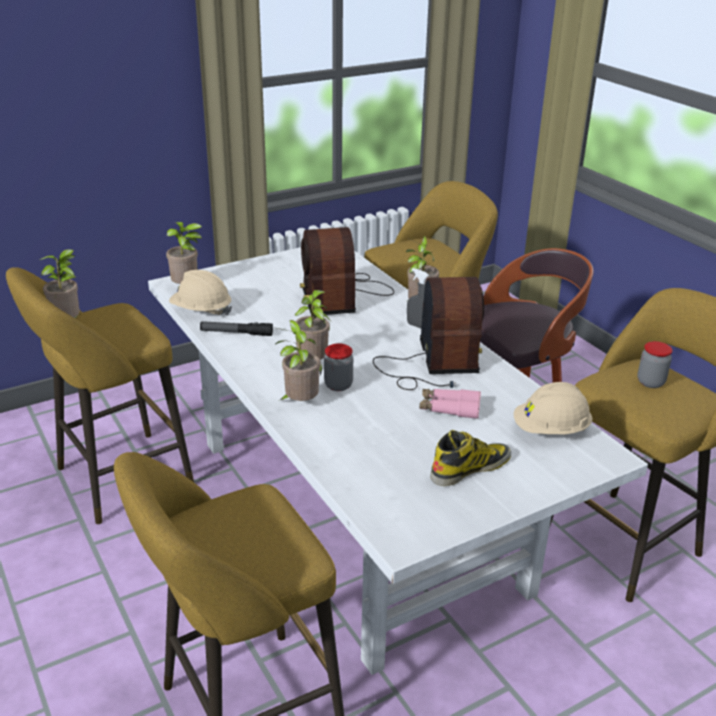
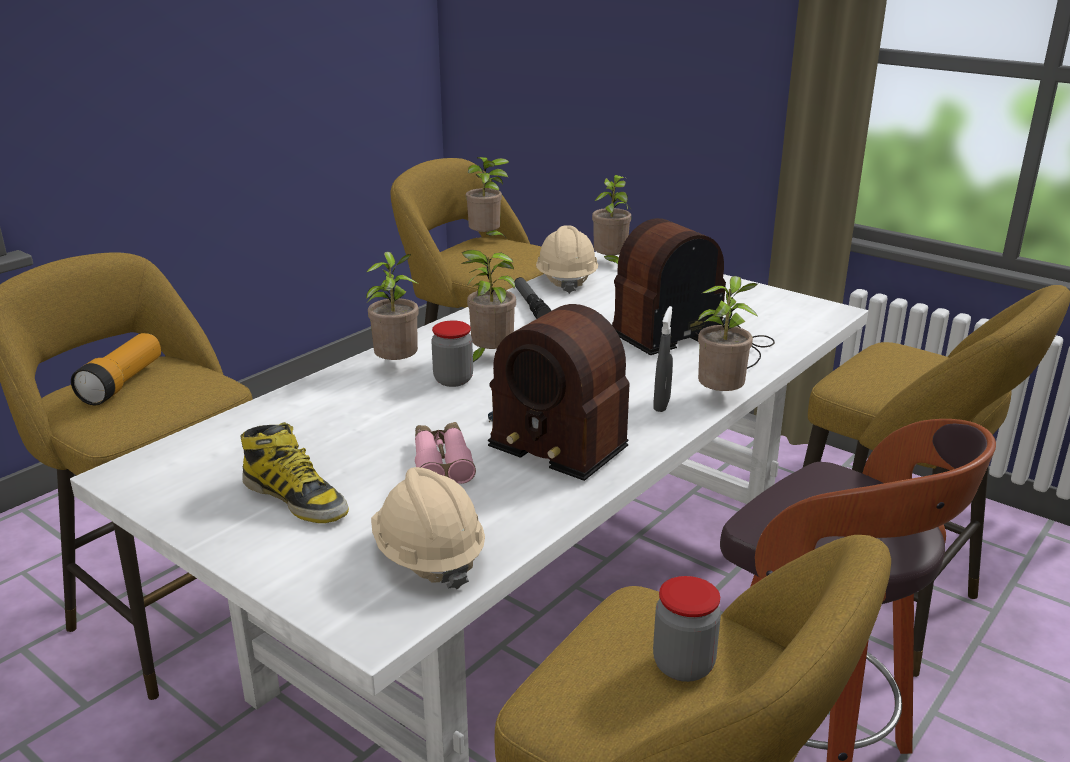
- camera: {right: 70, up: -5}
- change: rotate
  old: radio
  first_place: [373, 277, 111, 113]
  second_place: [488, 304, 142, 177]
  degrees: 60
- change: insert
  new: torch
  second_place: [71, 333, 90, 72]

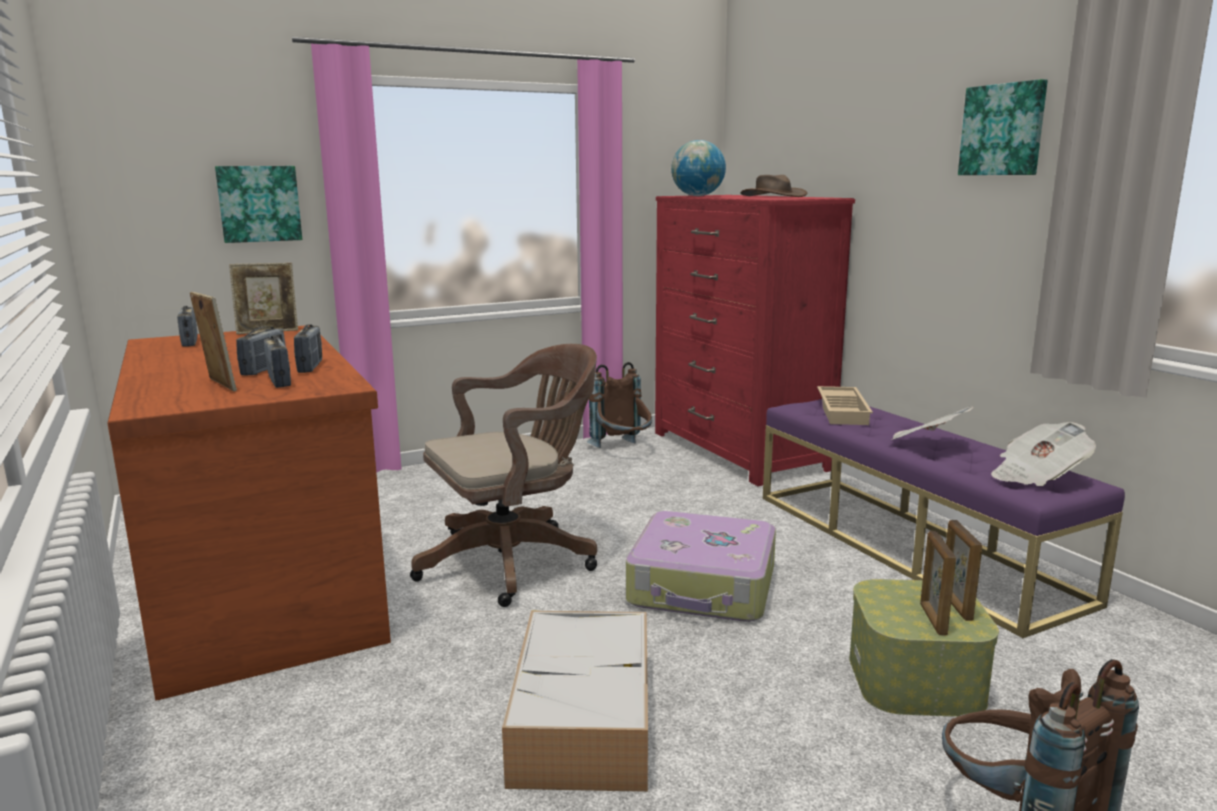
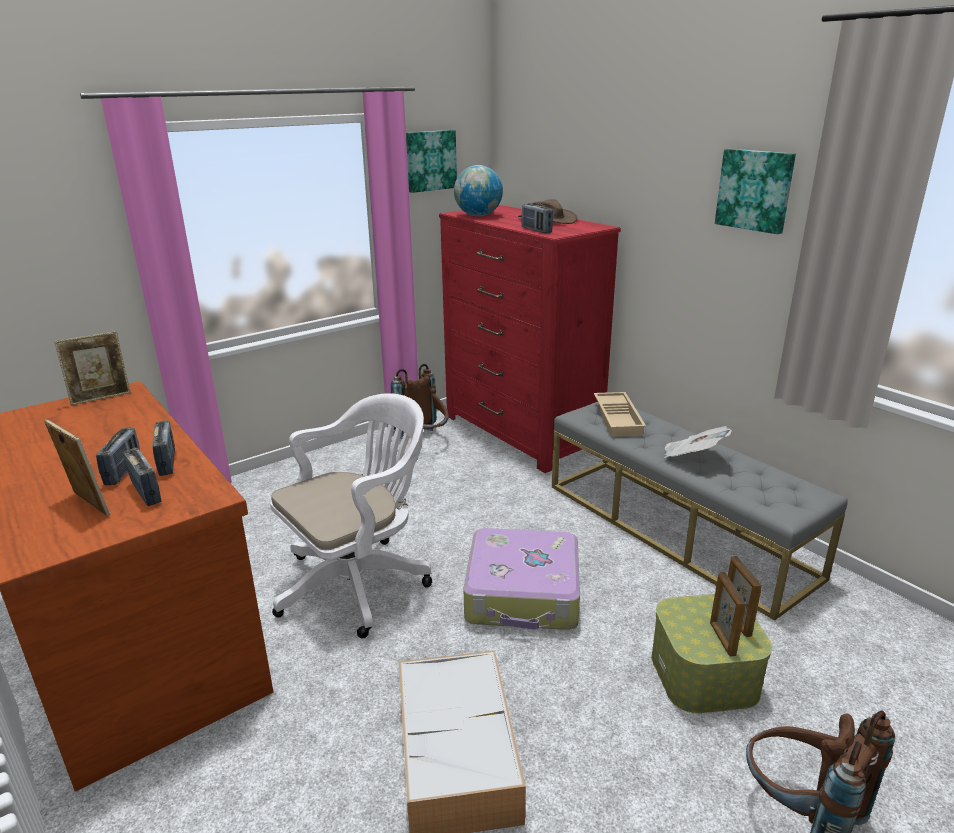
- camera: {right: -10, up: 10}
- change: move
  old: radio
  first_place: [177, 306, 21, 40]
  second_place: [522, 203, 31, 30]
- change: move
  old: picture
  first_place: [215, 166, 87, 77]
  second_place: [406, 130, 51, 63]
- change: recolor
  old: brown office chair
  new: white office chair
  first_place: [410, 344, 187, 263]
  second_place: [270, 393, 162, 246]
- change: recolor
  old: purple-coloured long seat
  new: greyish long seat
  first_place: [763, 399, 362, 239]
  second_place: [552, 402, 296, 219]
- change: delete
  old: daily paper
  first_place: [991, 422, 105, 64]

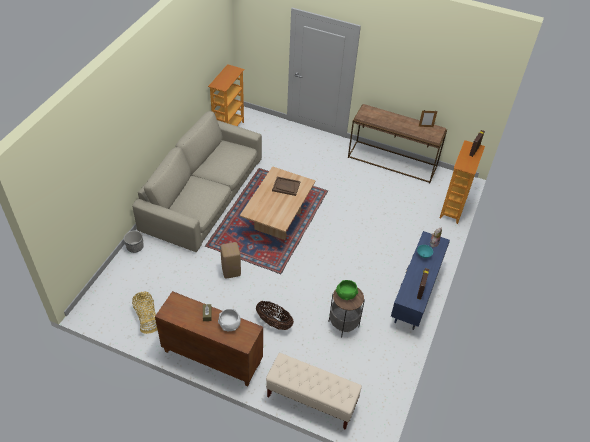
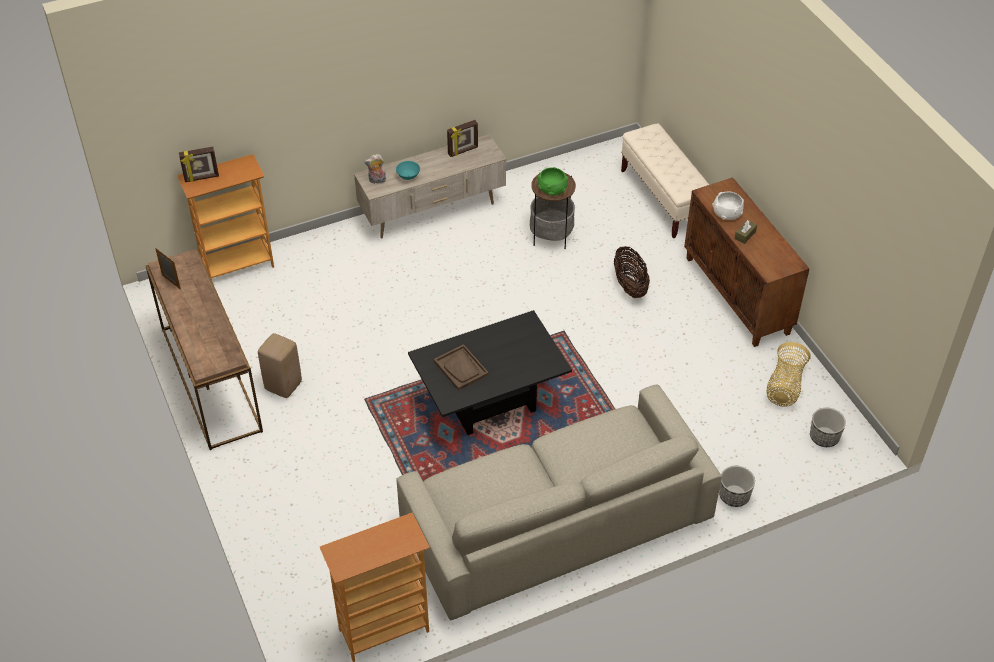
- camera: {right: -135, up: 0}
- change: move
  old: beige-coloured stool
  first_place: [220, 242, 21, 36]
  second_place: [258, 333, 44, 65]
- change: recolor
  old: beige-coloured coffee table
  new: black-coloured coffee table
  first_place: [240, 166, 76, 74]
  second_place: [408, 310, 164, 125]
- change: recolor
  old: blue-coloured media console
  new: beige-coloured media console
  first_place: [391, 231, 59, 99]
  second_place: [354, 134, 153, 105]
- change: insert
  new: plant pot
  second_place: [810, 408, 36, 39]

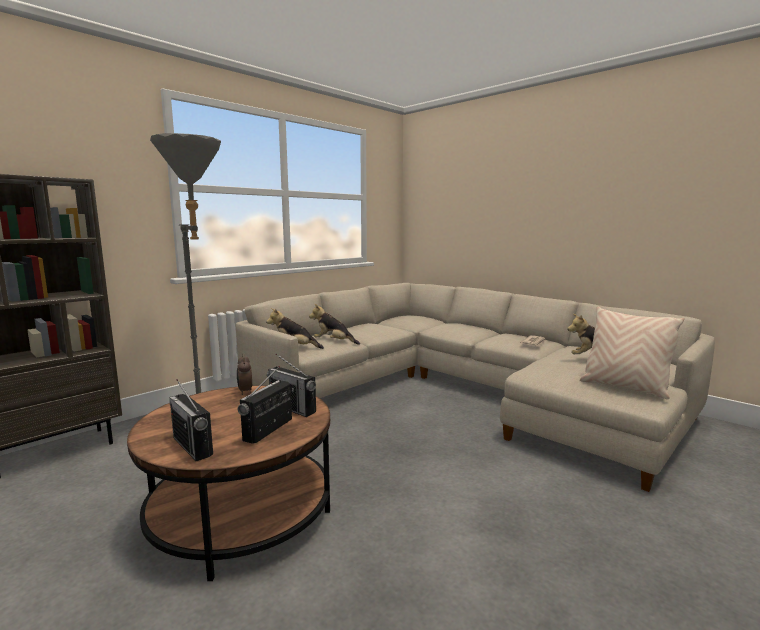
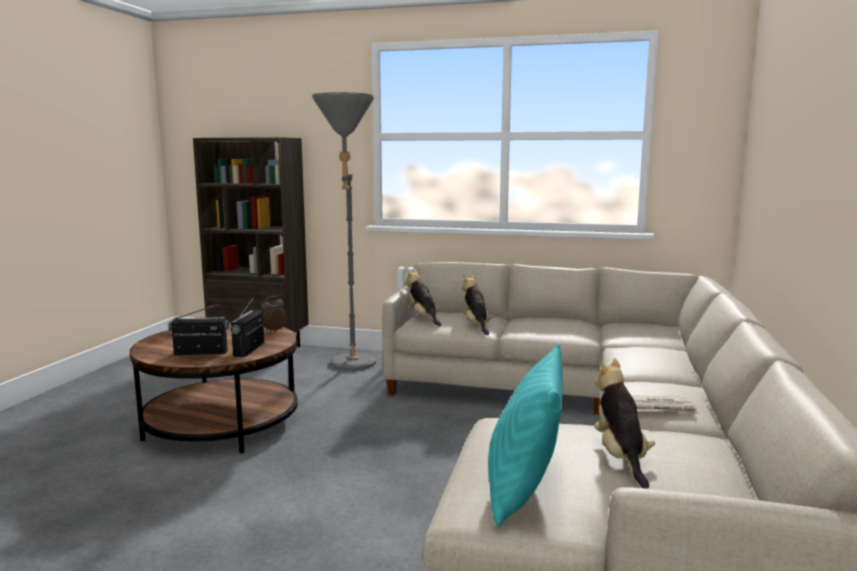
- camera: {right: 60, up: 0}
- change: delete
  old: radio
  first_place: [169, 379, 44, 82]
- change: recolor
  old: beige-coloured cushion
  new: blue-green cushion
  first_place: [580, 307, 105, 92]
  second_place: [488, 344, 75, 182]

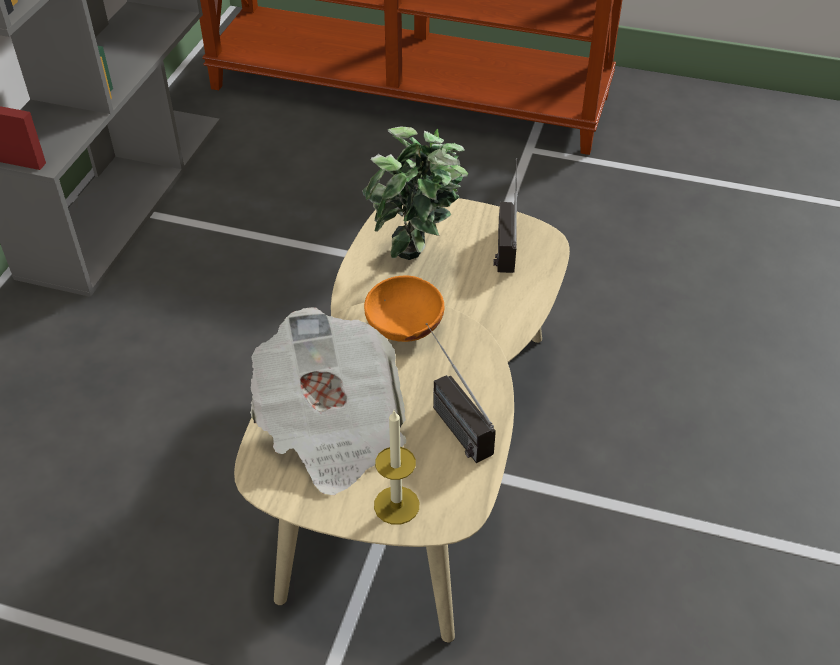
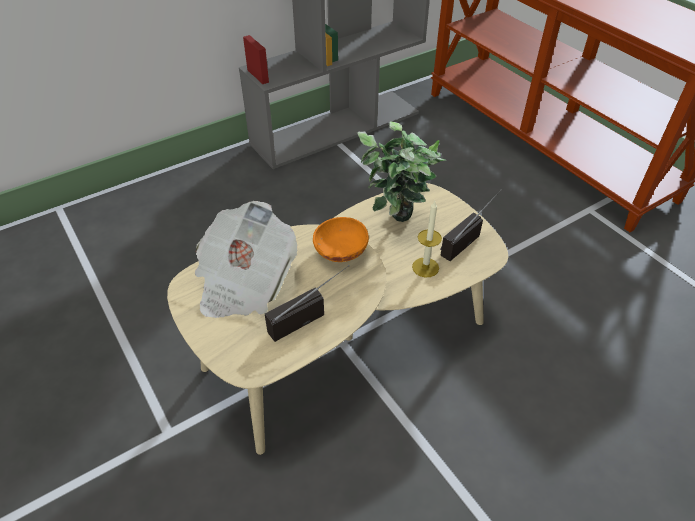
- camera: {right: 40, up: 0}
- change: move
  old: wax candle
  first_place: [374, 410, 45, 115]
  second_place: [412, 201, 30, 76]
- change: rotate
  old: radio
  first_place: [426, 323, 70, 140]
  second_place: [265, 265, 84, 77]
  degrees: 45

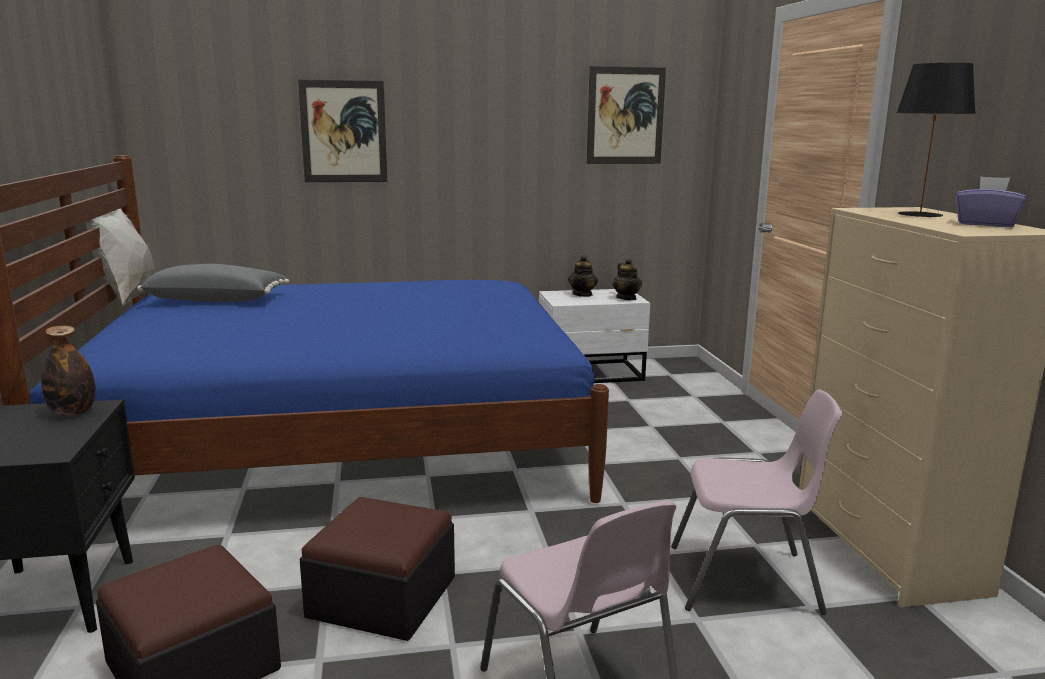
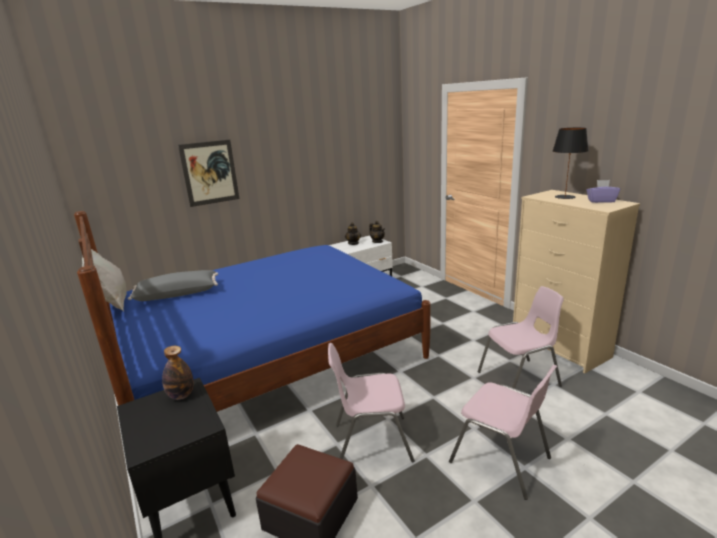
- camera: {right: -20, up: 5}
- change: replace
  old: pouffe
  new: pink plain chair
  first_place: [300, 497, 155, 144]
  second_place: [328, 343, 87, 120]
- change: delete
  old: picture
  first_place: [587, 66, 79, 98]

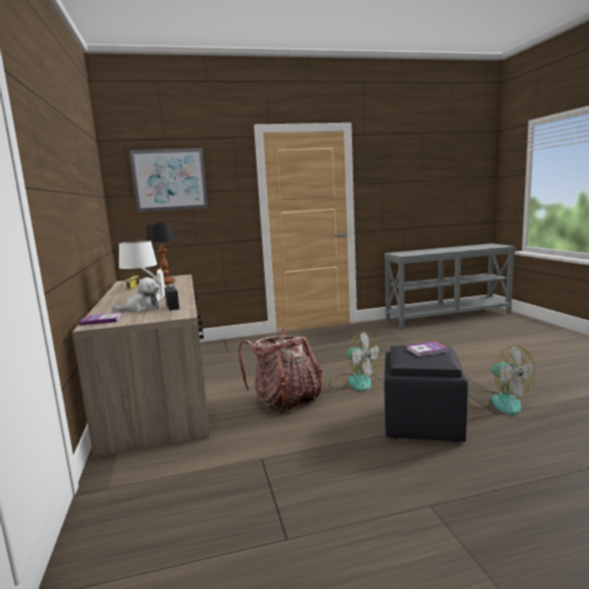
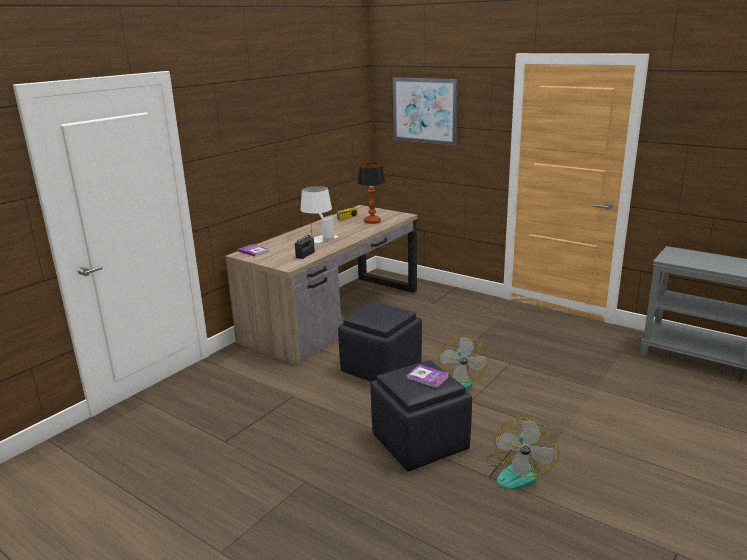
- camera: {right: 50, up: 10}
- change: delete
  old: plush toy
  first_place: [111, 277, 49, 35]
- change: replace
  old: backpack
  new: black-coloured pouffe
  first_place: [238, 327, 84, 87]
  second_place: [338, 302, 84, 80]

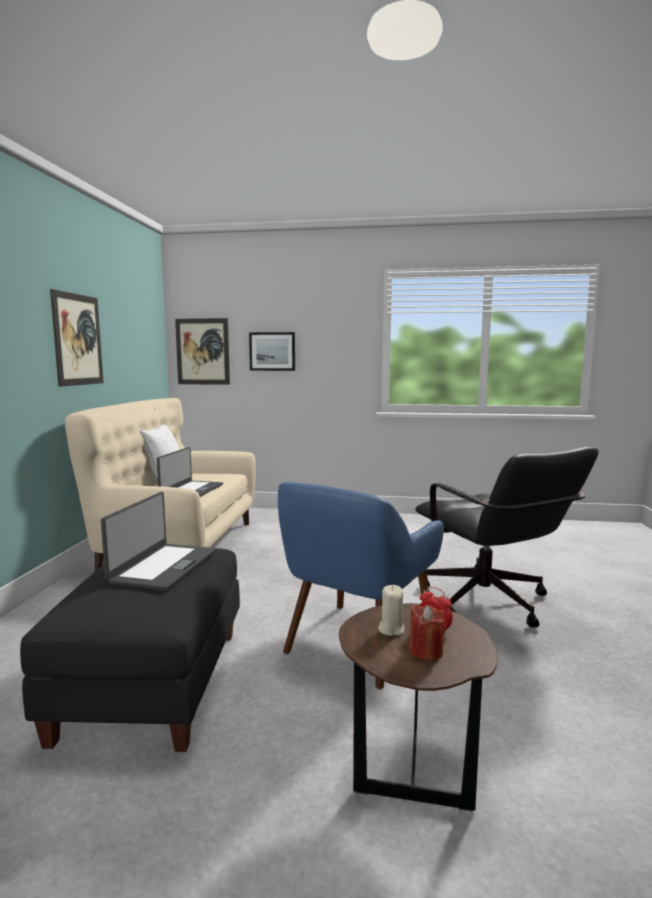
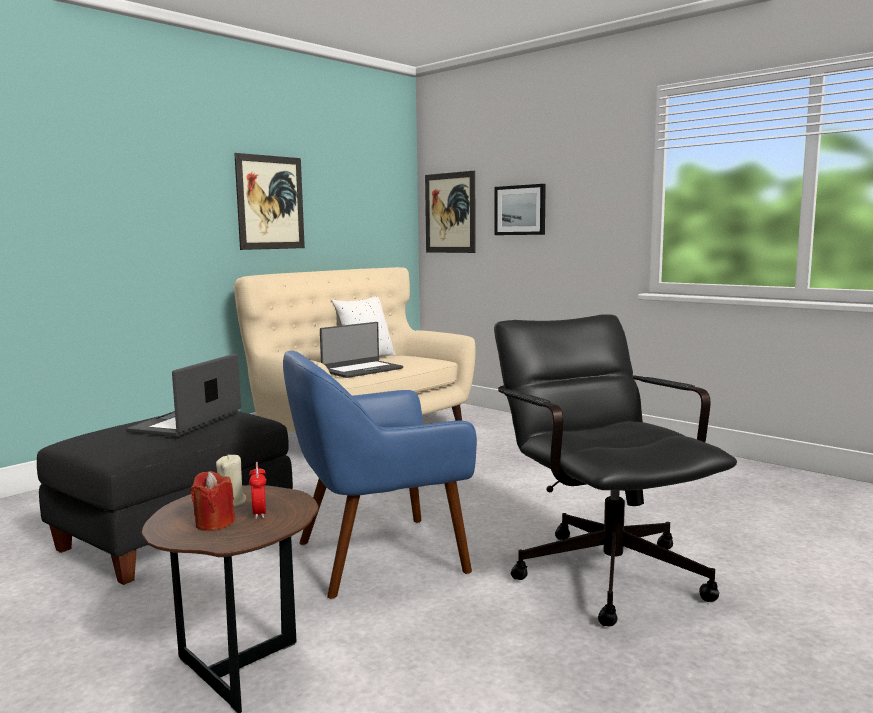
- camera: {right: 35, up: 0}
- change: rotate
  old: notebook computer
  first_place: [101, 492, 114, 99]
  second_place: [126, 354, 115, 83]
  degrees: 150
- change: rotate
  old: black-coloured office chair
  first_place: [415, 447, 184, 181]
  second_place: [494, 314, 243, 313]
  degrees: 150

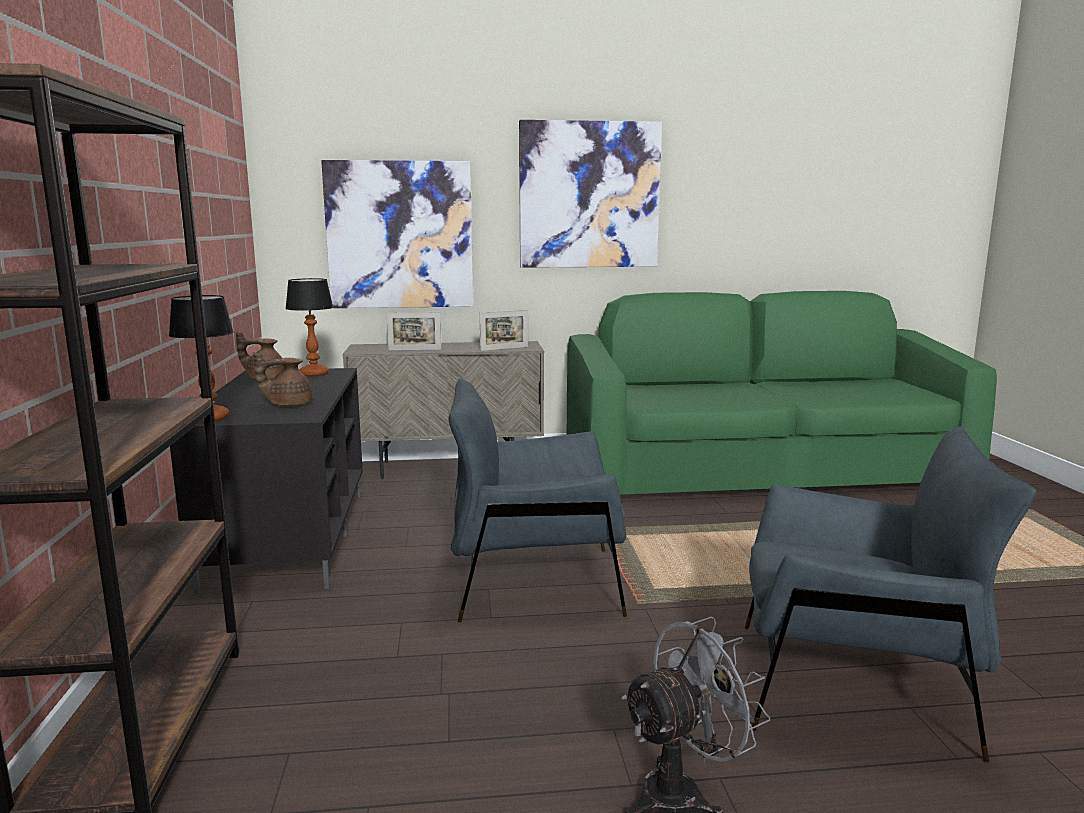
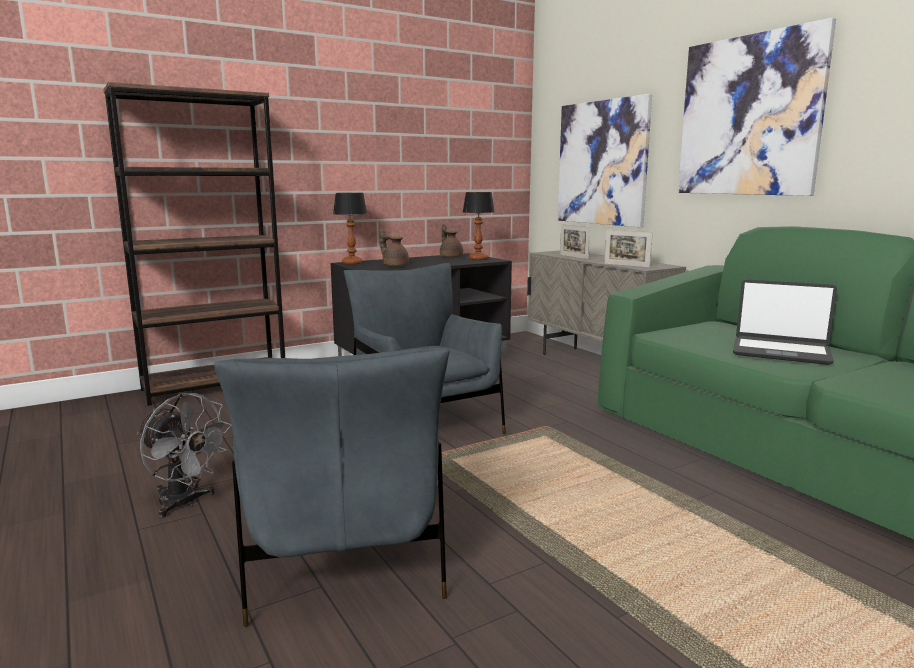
- camera: {right: 65, up: 0}
- change: insert
  new: notebook computer
  second_place: [733, 279, 104, 86]

